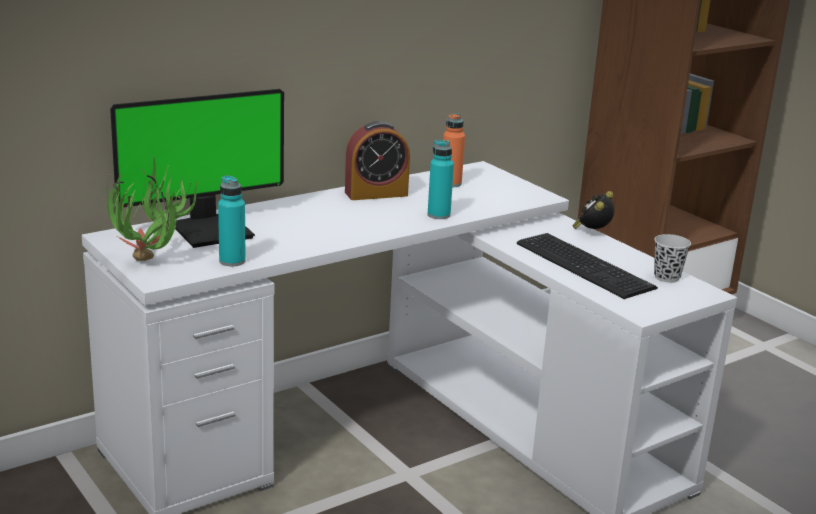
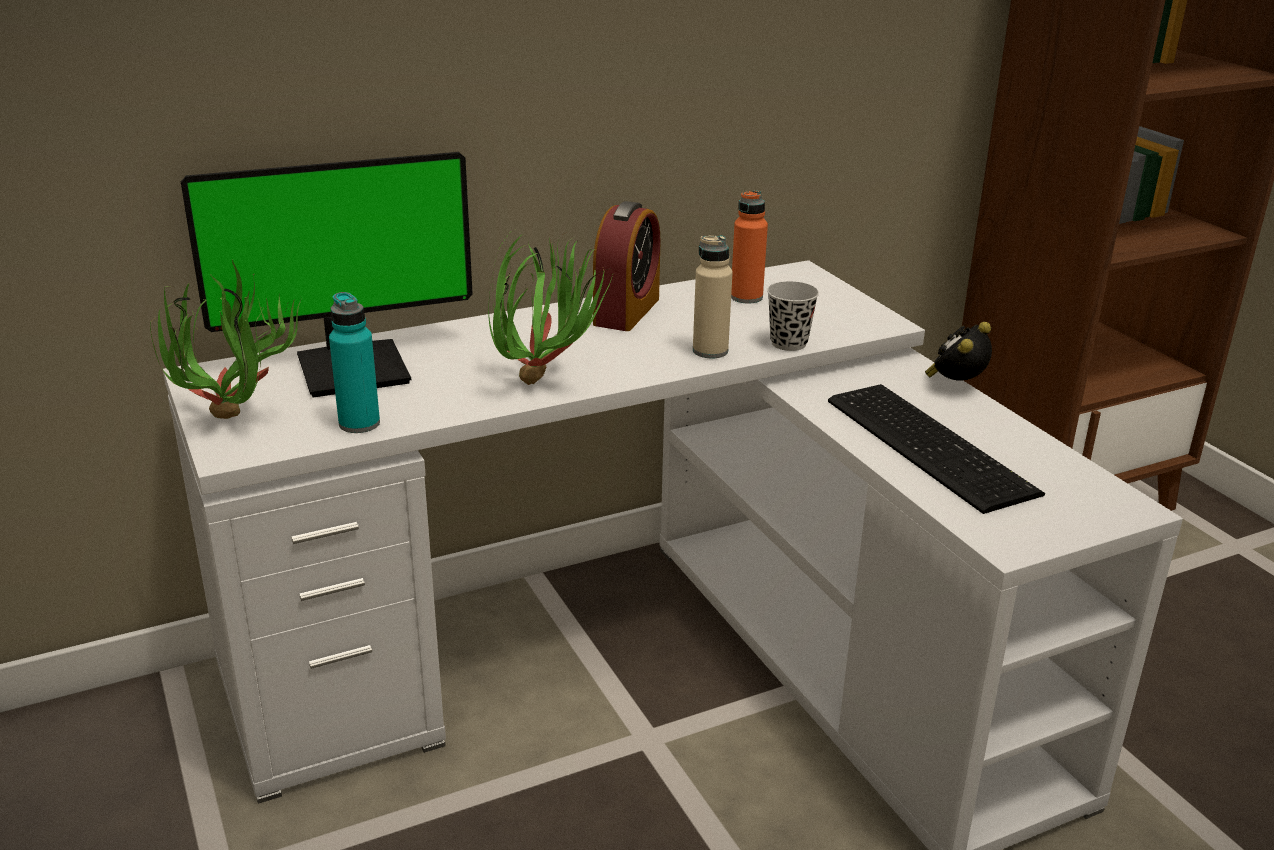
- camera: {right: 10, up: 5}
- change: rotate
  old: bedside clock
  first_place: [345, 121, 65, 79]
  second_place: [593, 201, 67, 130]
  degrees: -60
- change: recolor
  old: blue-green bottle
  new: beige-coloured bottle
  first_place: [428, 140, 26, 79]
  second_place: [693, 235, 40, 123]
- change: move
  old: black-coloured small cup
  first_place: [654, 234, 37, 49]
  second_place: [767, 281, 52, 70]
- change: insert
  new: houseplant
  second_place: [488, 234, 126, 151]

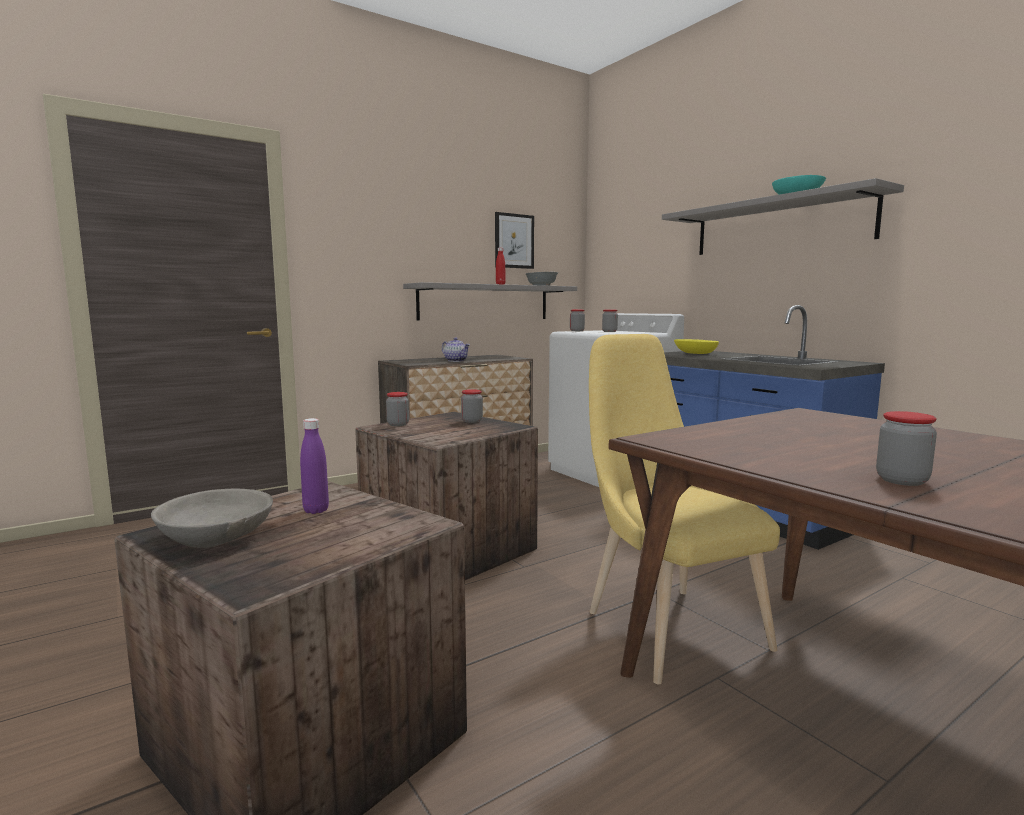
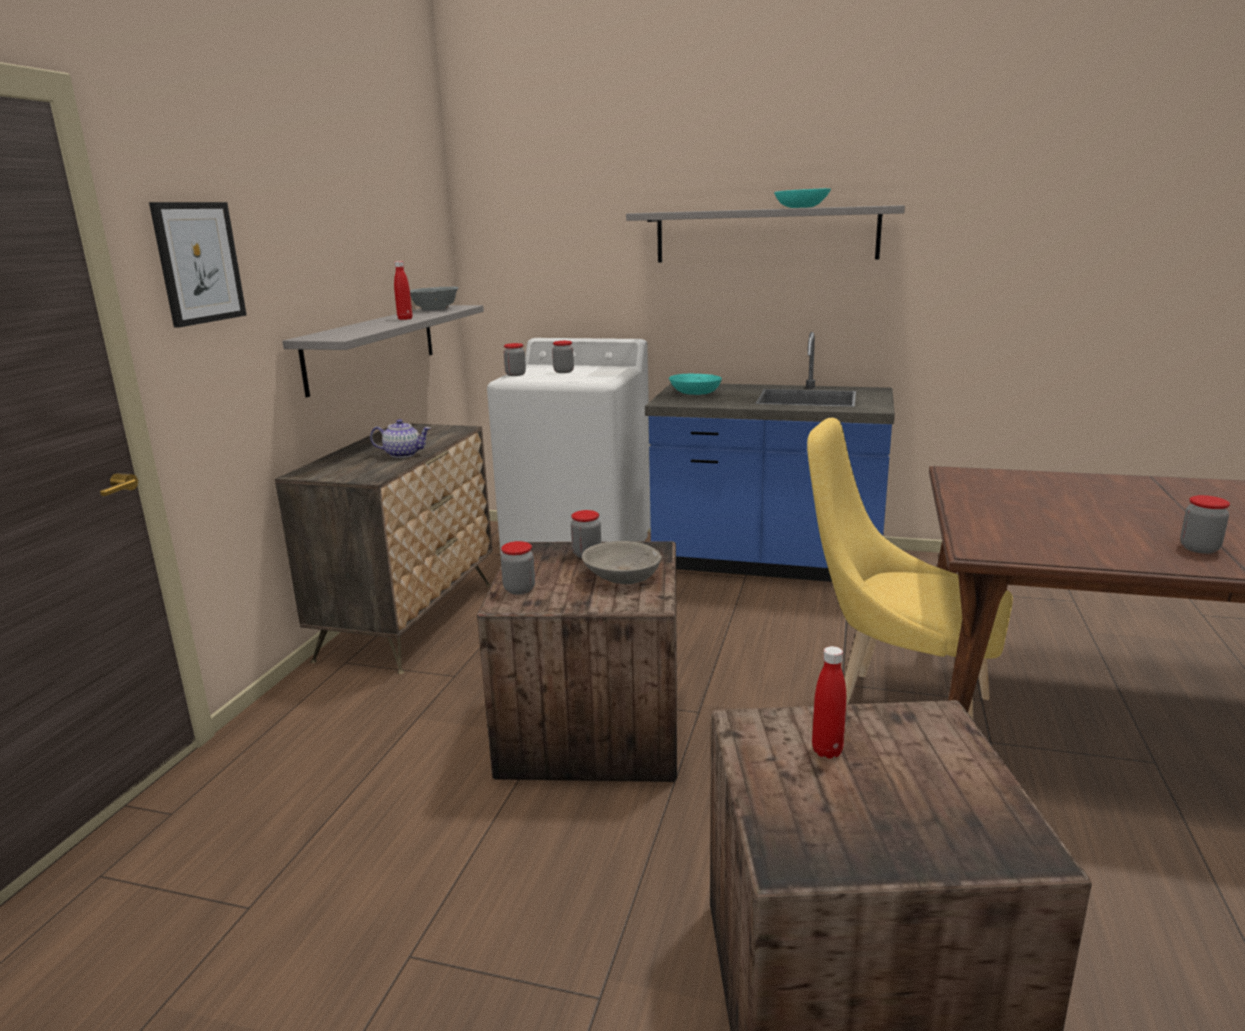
- camera: {right: -40, up: 10}
- change: move
  old: greyish deep dish
  first_place: [151, 489, 122, 59]
  second_place: [582, 541, 80, 43]
- change: recolor
  old: purple-coloured bottle
  new: red-coloured bottle
  first_place: [300, 418, 29, 96]
  second_place: [812, 646, 34, 113]
- change: move
  old: picture
  first_place: [495, 212, 39, 57]
  second_place: [149, 202, 98, 126]
- change: recolor
  old: yellow-coloured deep dish
  new: blue-green deep dish
  first_place: [674, 339, 45, 15]
  second_place: [669, 374, 53, 21]

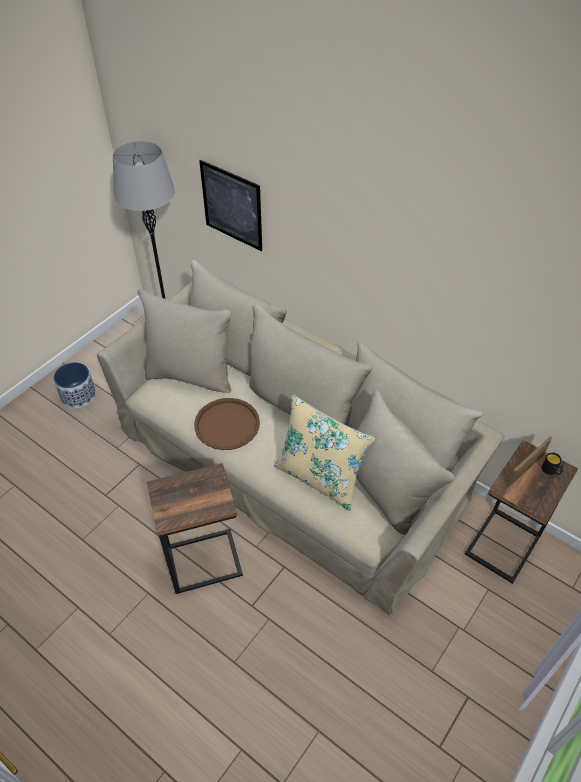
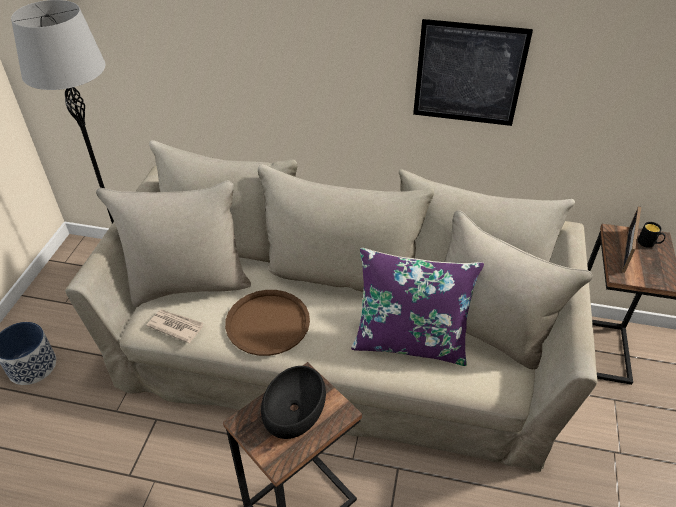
- camera: {right: -25, up: -5}
- change: move
  old: picture
  first_place: [199, 160, 63, 91]
  second_place: [413, 19, 120, 107]
- change: recolor
  old: beige-coloured cushion
  new: purple-coloured cushion
  first_place: [274, 394, 101, 117]
  second_place: [351, 248, 133, 118]
- change: insert
  new: daily paper
  second_place: [147, 309, 57, 34]
- change: insert
  new: black-coloured deep dish
  second_place: [261, 366, 65, 73]

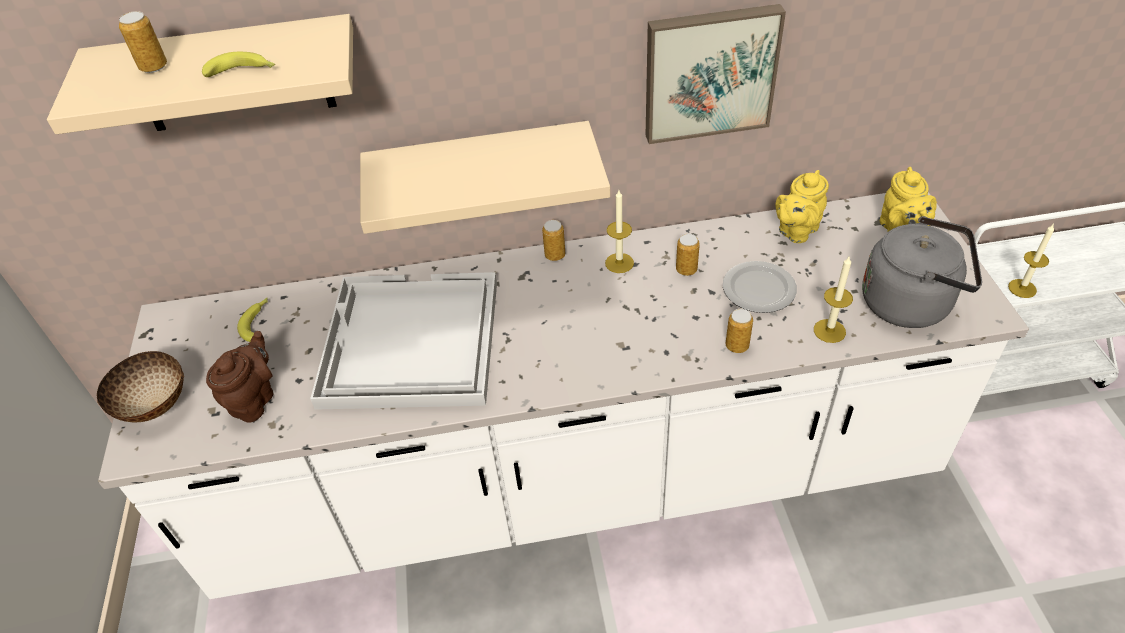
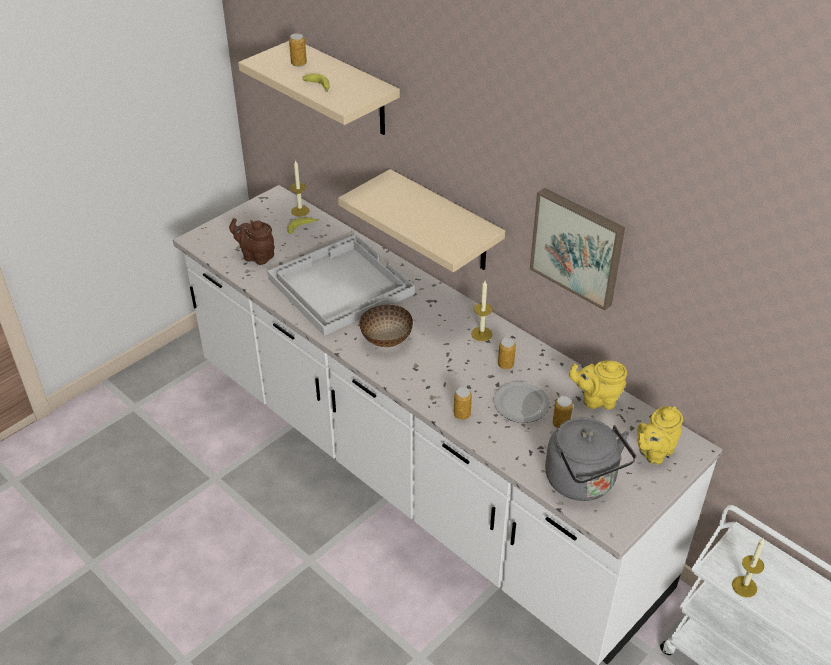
- camera: {right: 50, up: -5}
- change: move
  old: deep dish
  first_place: [96, 351, 88, 71]
  second_place: [359, 305, 54, 42]
- change: rotate
  old: brown teapot
  first_place: [206, 331, 68, 92]
  second_place: [229, 219, 46, 46]
  degrees: -135
- change: move
  old: sealed can
  first_place: [542, 220, 23, 41]
  second_place: [553, 396, 20, 32]
- change: move
  old: wax candle
  first_place: [814, 255, 39, 88]
  second_place: [290, 160, 19, 56]

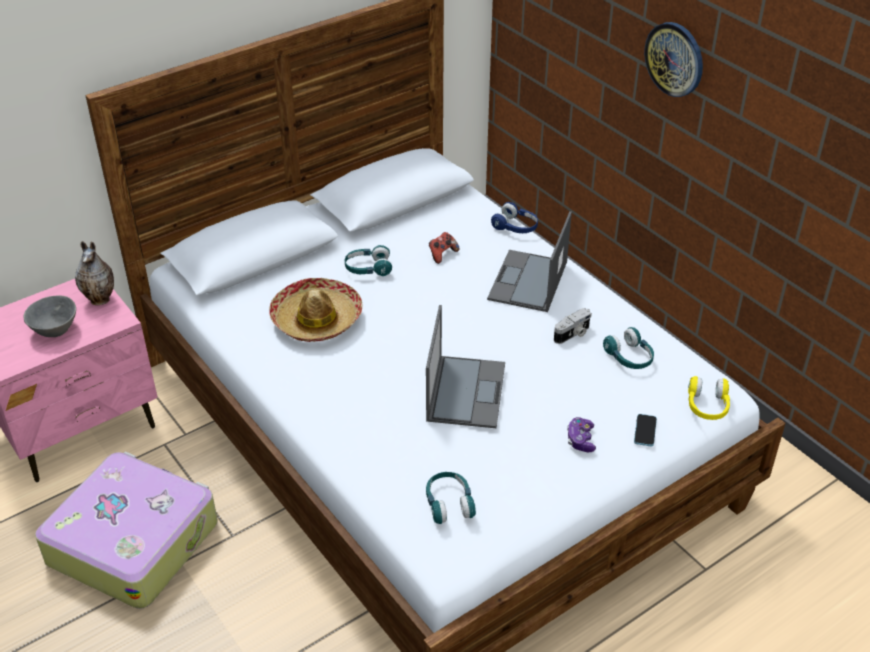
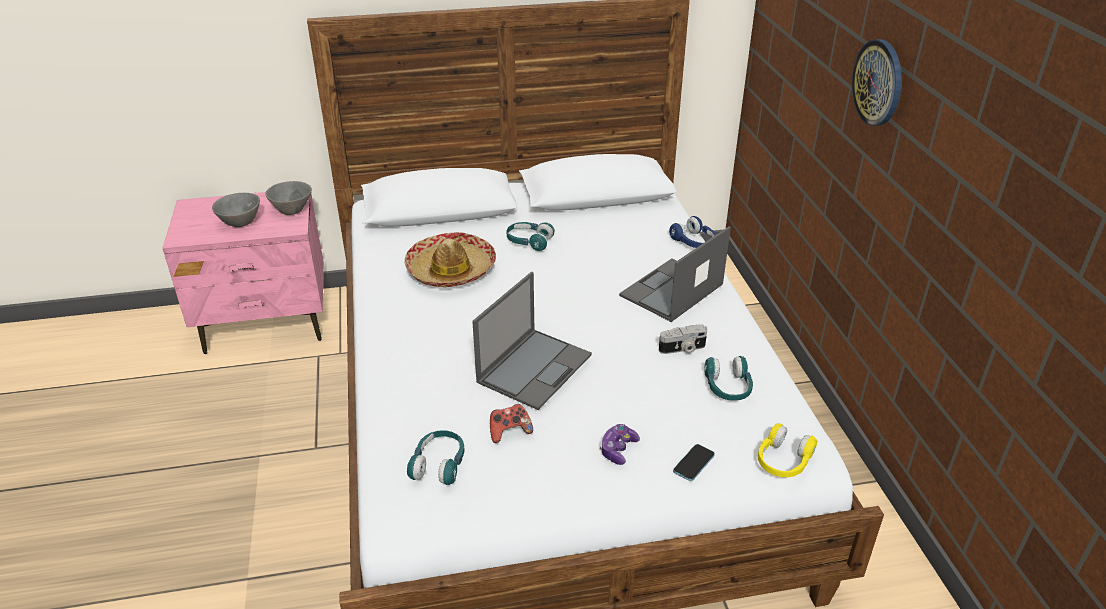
- camera: {right: 25, up: -5}
- change: delete
  old: travel case
  first_place: [35, 451, 182, 158]
- change: replace
  old: decorative vase
  new: greyish deep dish
  first_place: [75, 241, 39, 64]
  second_place: [265, 181, 47, 34]
- change: move
  old: game controller
  first_place: [429, 232, 31, 32]
  second_place: [490, 404, 43, 39]

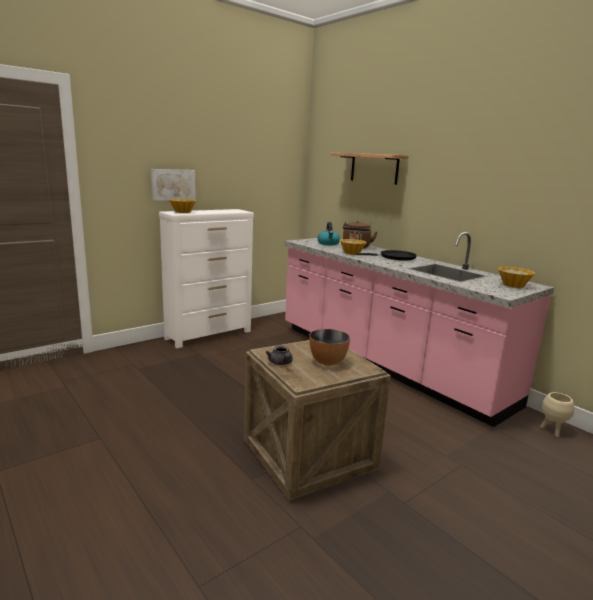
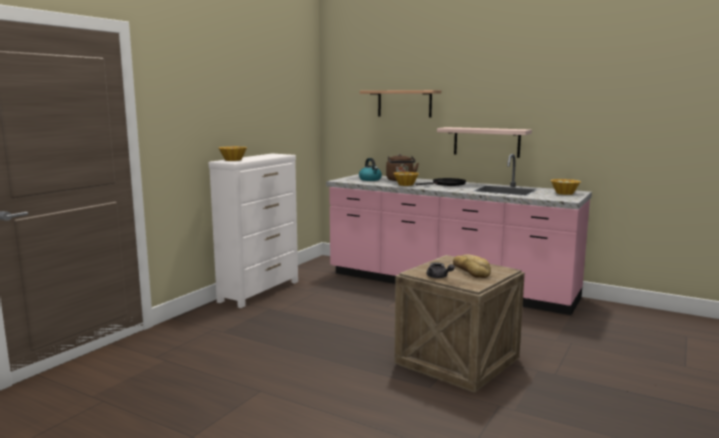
- camera: {right: -20, up: -5}
- change: delete
  old: picture
  first_place: [151, 169, 45, 32]
- change: replace
  old: deep dish
  new: bakery bread
  first_place: [309, 329, 41, 37]
  second_place: [453, 254, 38, 24]
- change: delete
  old: beige-coloured plant pot
  first_place: [540, 392, 34, 45]
- change: insert
  new: bracket shelf
  second_place: [437, 127, 95, 31]

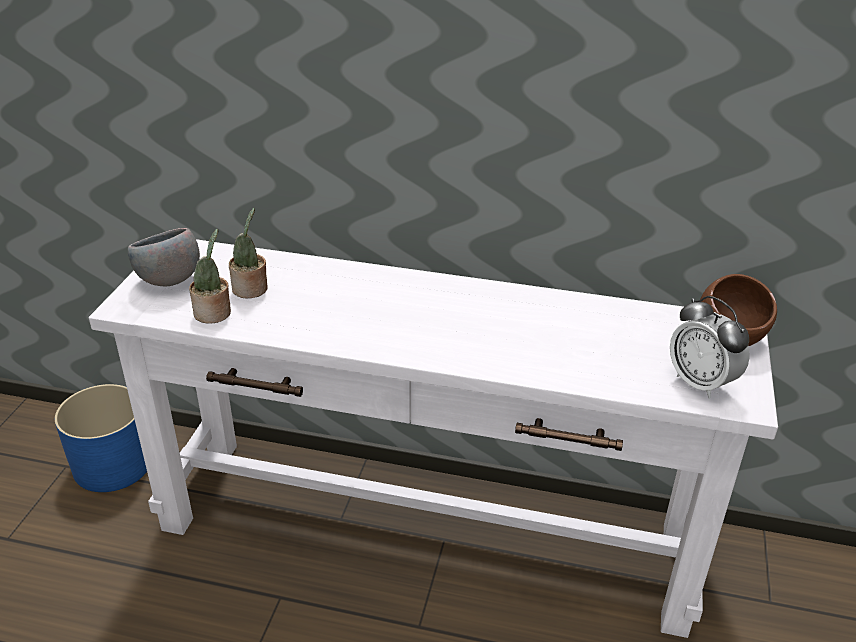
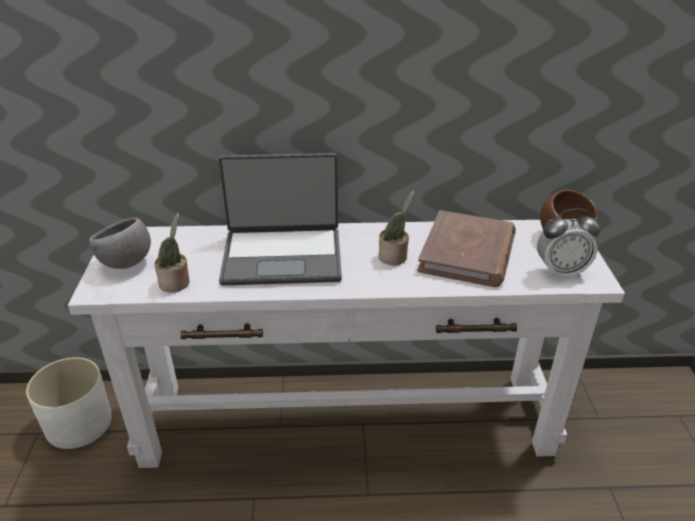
- camera: {right: -15, up: 0}
- change: recolor
  old: blue-coloured plant pot
  new: white plant pot
  first_place: [55, 384, 92, 108]
  second_place: [26, 357, 86, 92]
- change: move
  old: houseplant
  first_place: [229, 208, 39, 90]
  second_place: [379, 190, 36, 75]
- change: rotate
  old: bedside clock
  first_place: [670, 296, 80, 103]
  second_place: [537, 209, 64, 69]
  degrees: -45
- change: insert
  new: notebook computer
  second_place: [219, 153, 123, 133]
- change: insert
  new: brown volume
  second_place: [417, 210, 99, 77]

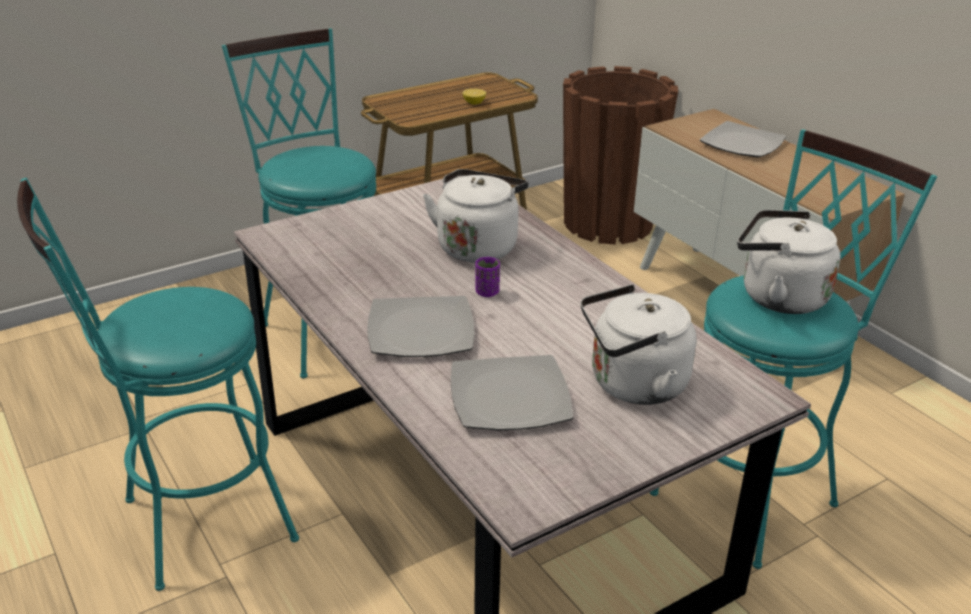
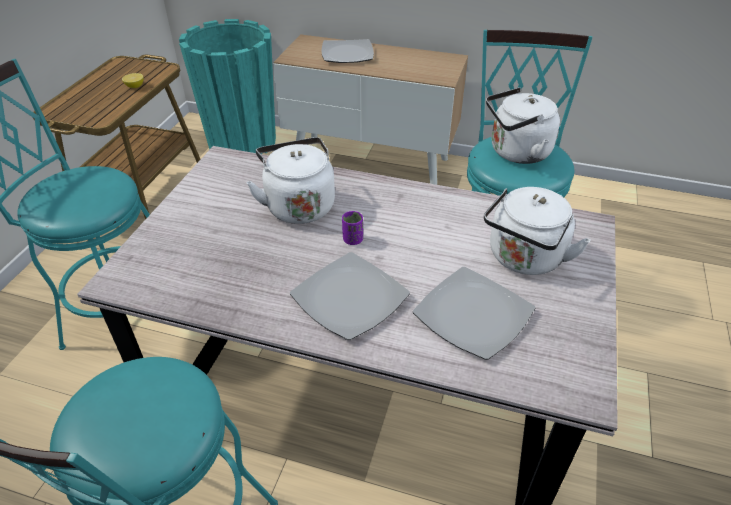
- camera: {right: -40, up: 10}
- change: recolor
  old: brown plant pot
  new: blue-green plant pot
  first_place: [563, 66, 115, 178]
  second_place: [179, 19, 97, 135]

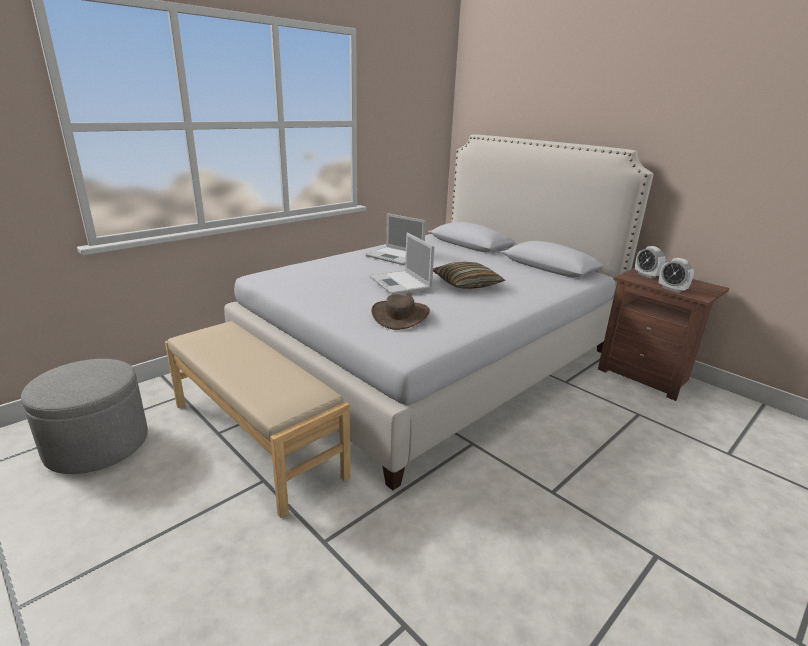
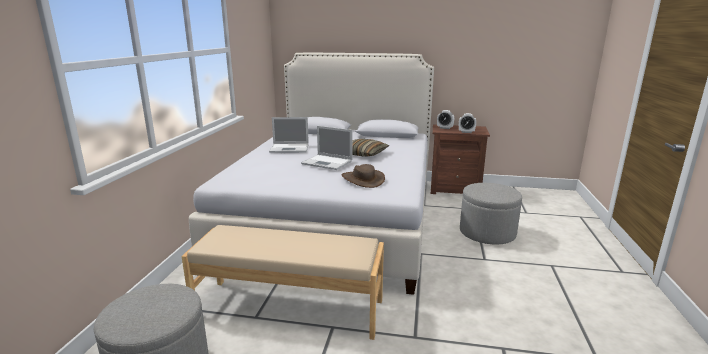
- camera: {right: -35, up: -5}
- change: insert
  new: greyish pouffe
  second_place: [460, 183, 62, 62]

